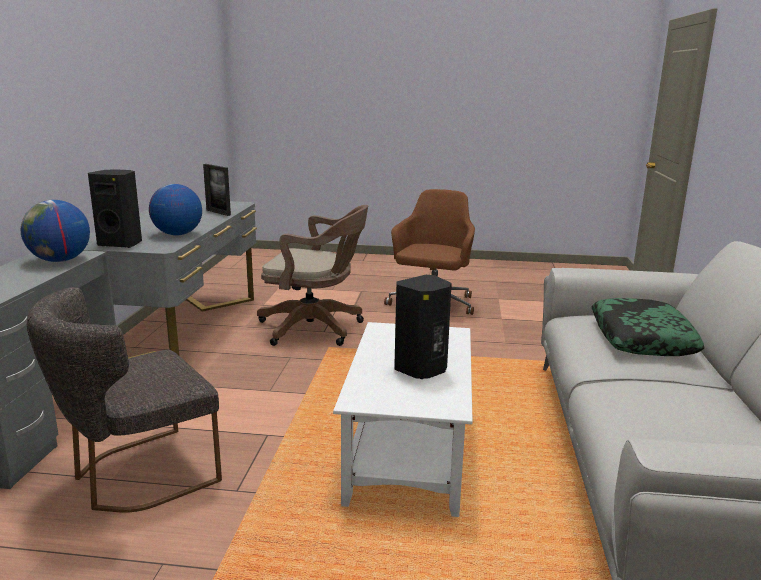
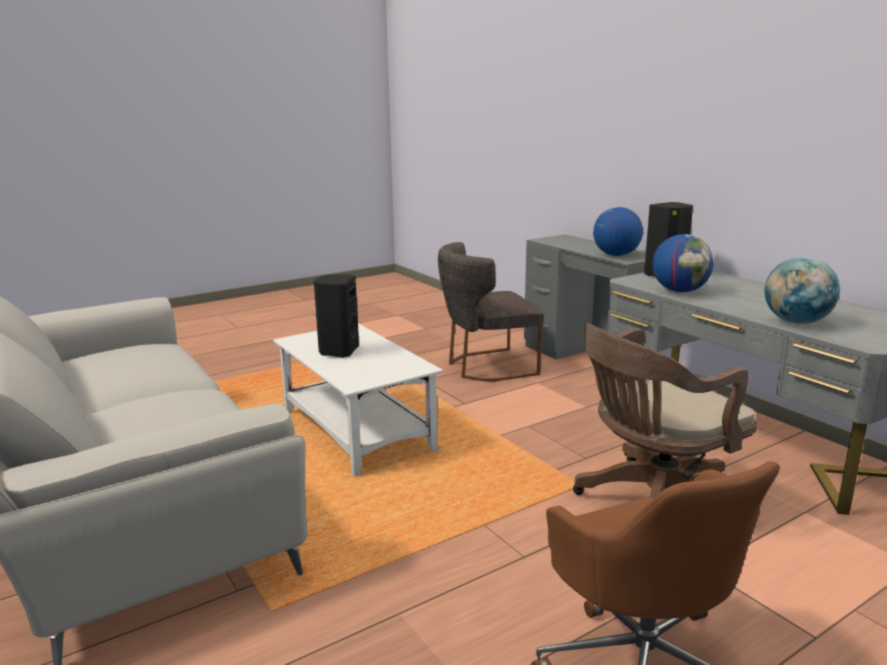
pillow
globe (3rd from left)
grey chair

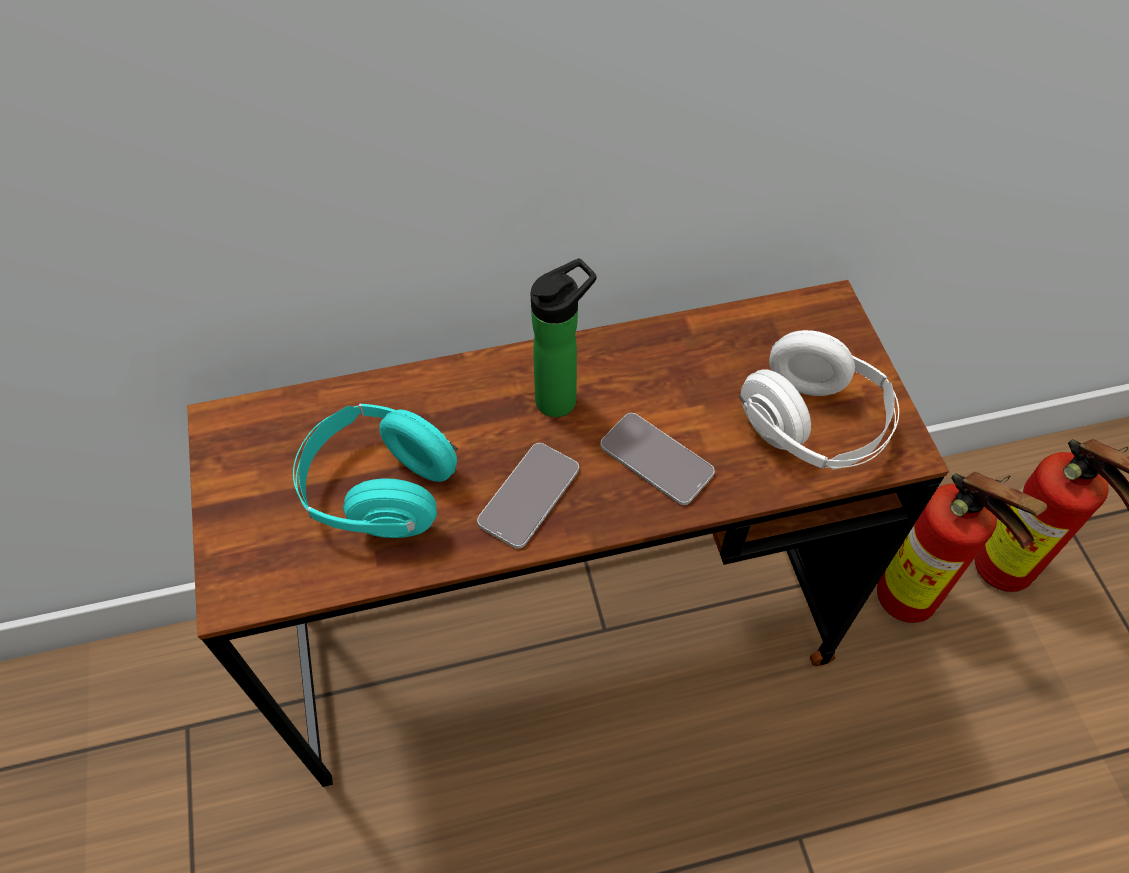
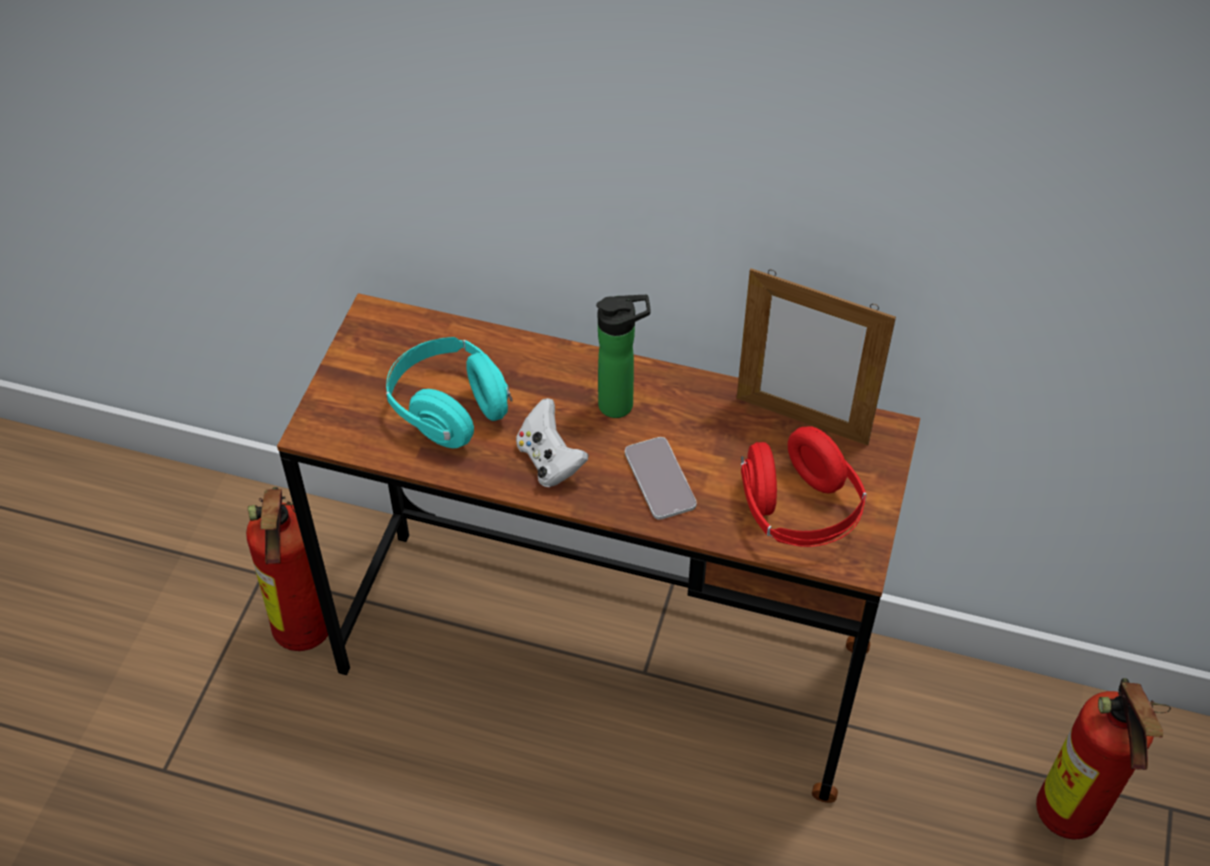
picture frame
fire extinguisher (1st from left)
white game controller
red headphones

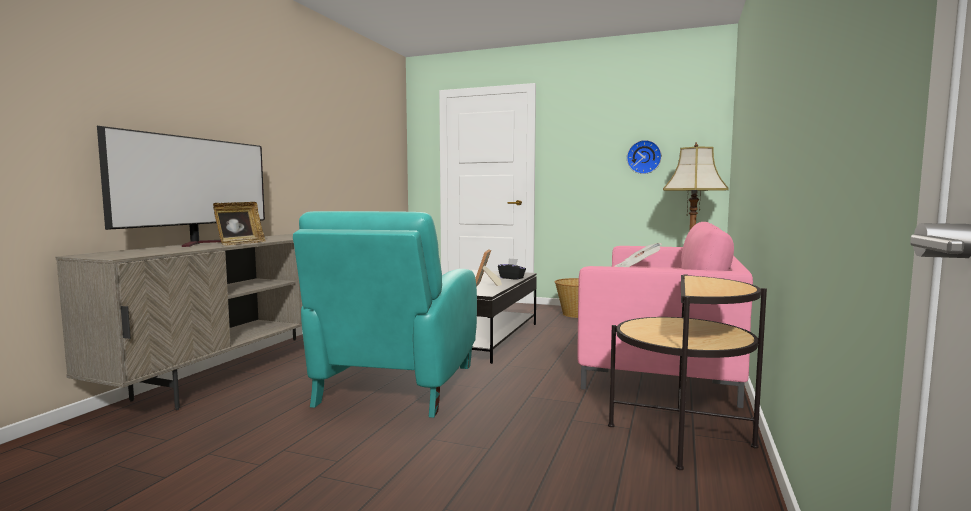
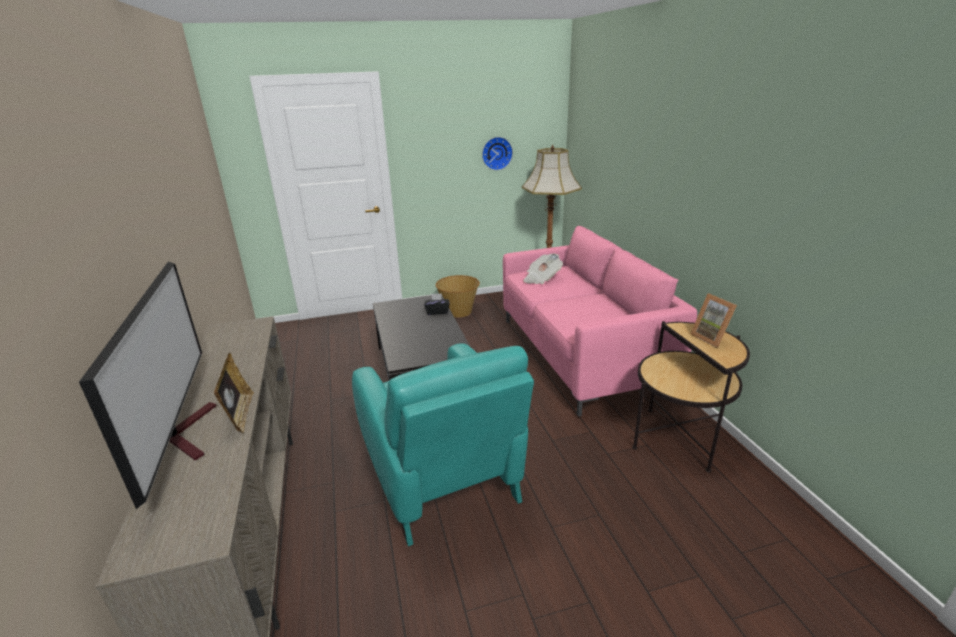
picture frame (2nd from left)

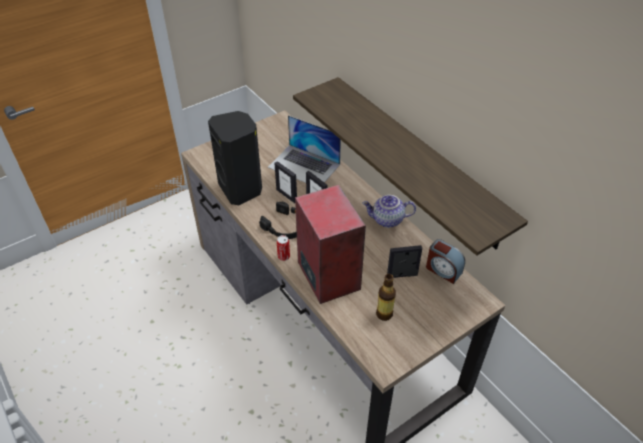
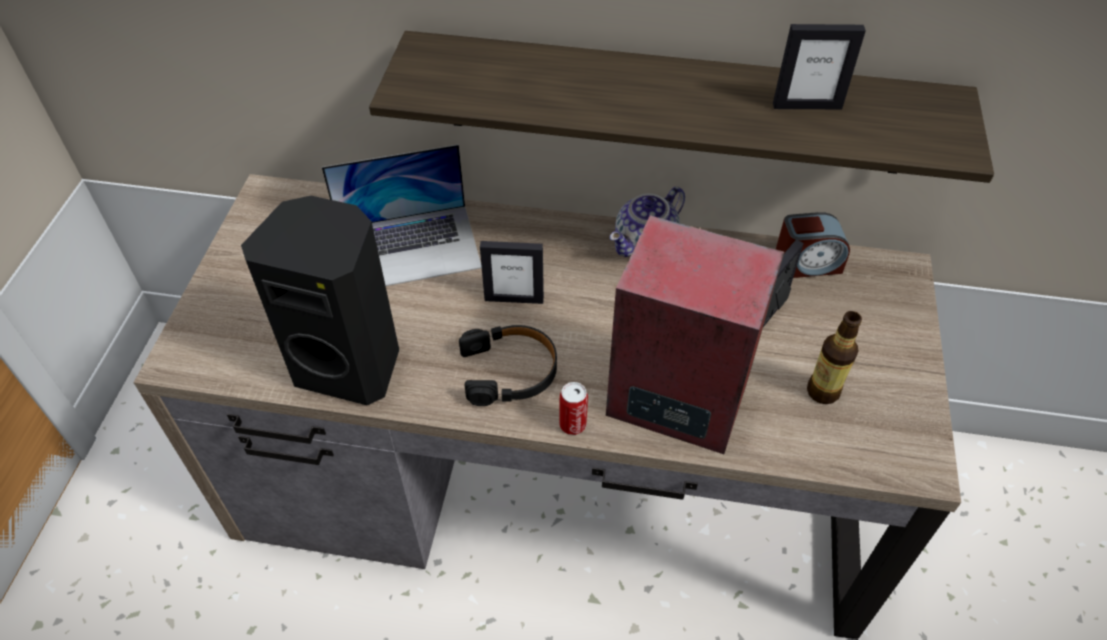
picture frame (3rd from left)

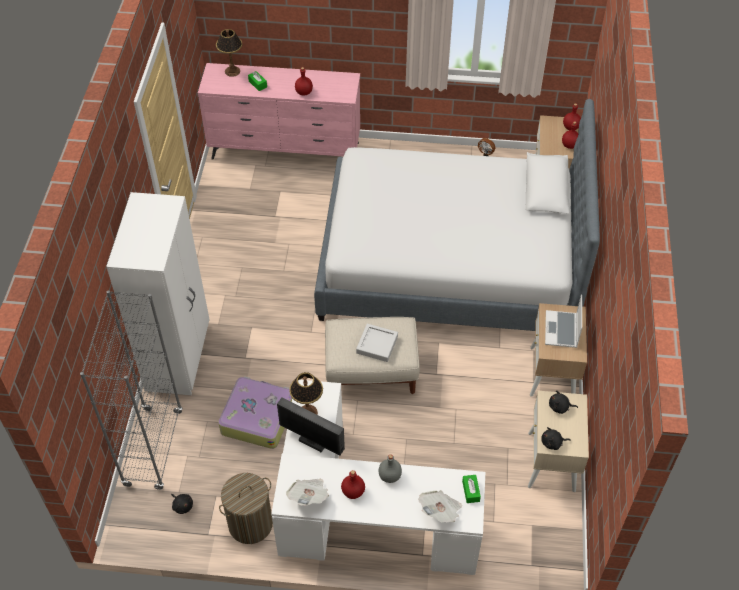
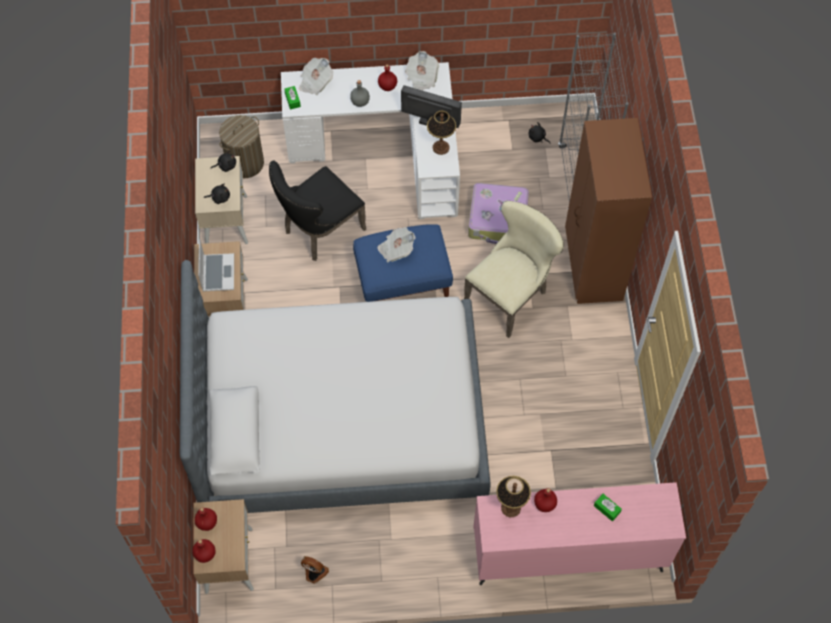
black chair
beige chair
table lamp (2nd from left)
laundry basket
newspaper (2nd from left)
brown wardrobe
blue ottoman

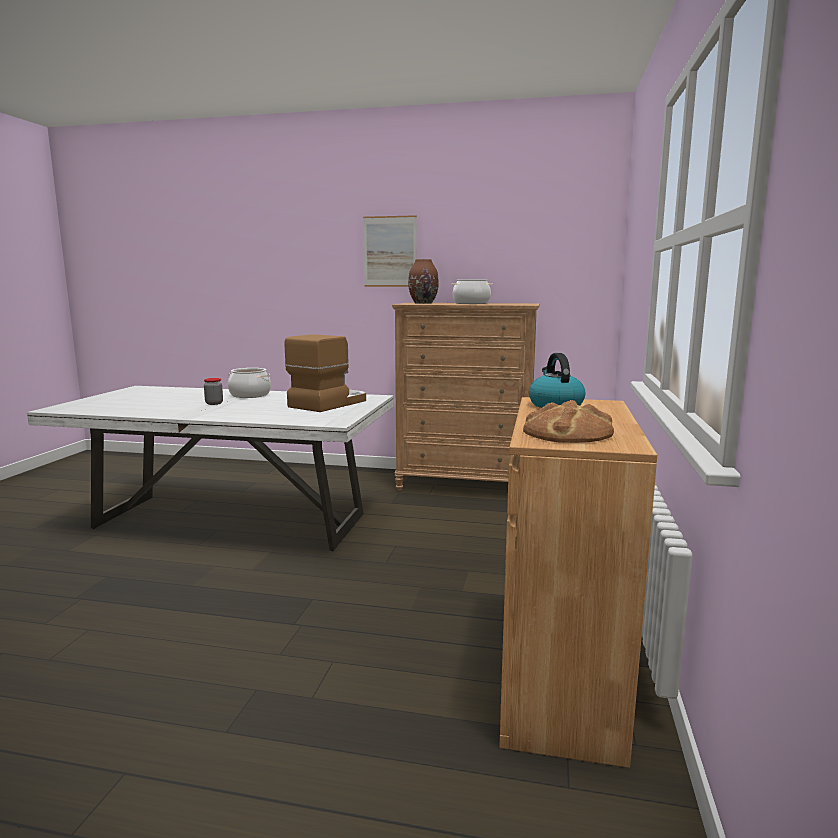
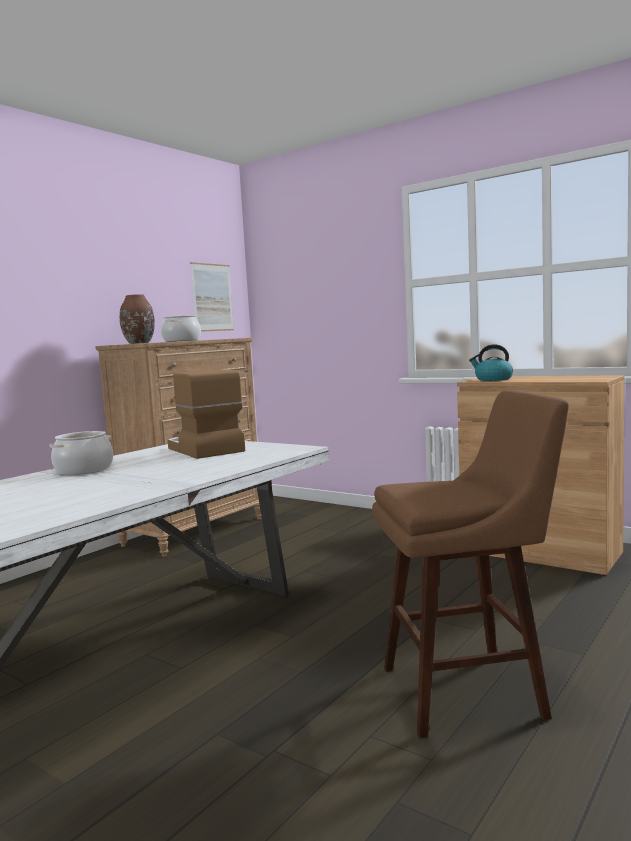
jar
bread
brown stool
picture

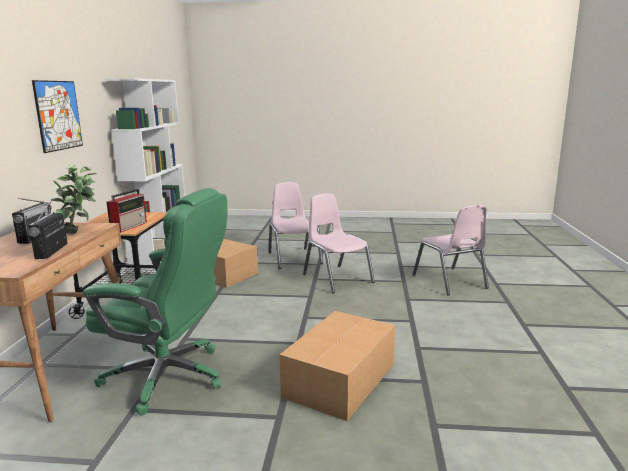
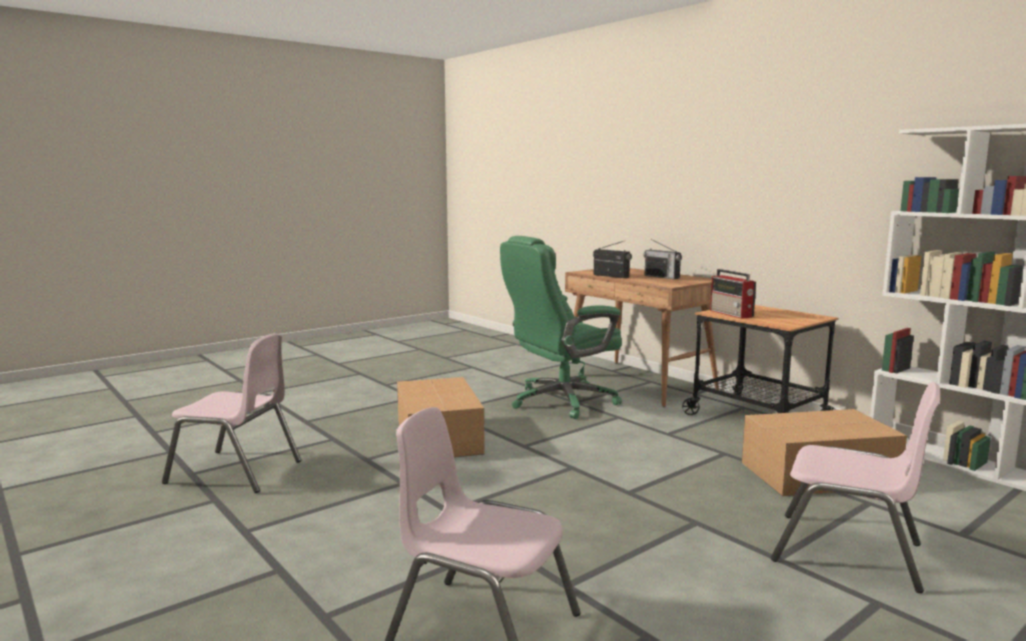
picture
potted plant
pink chair (1st from left)

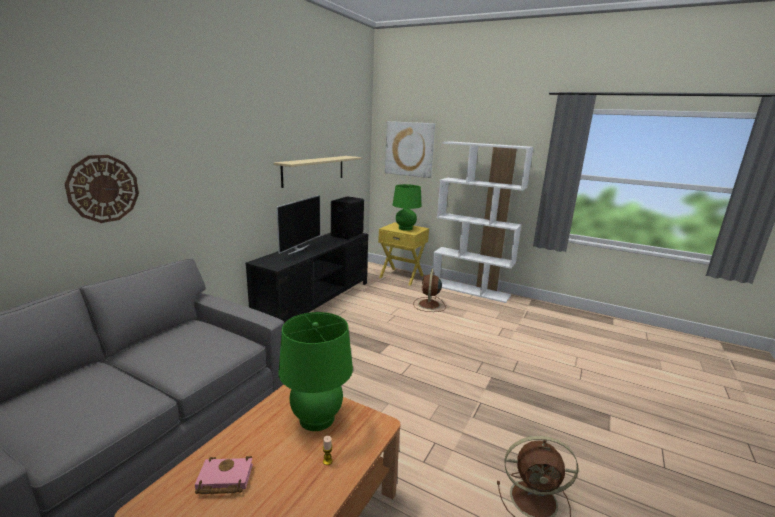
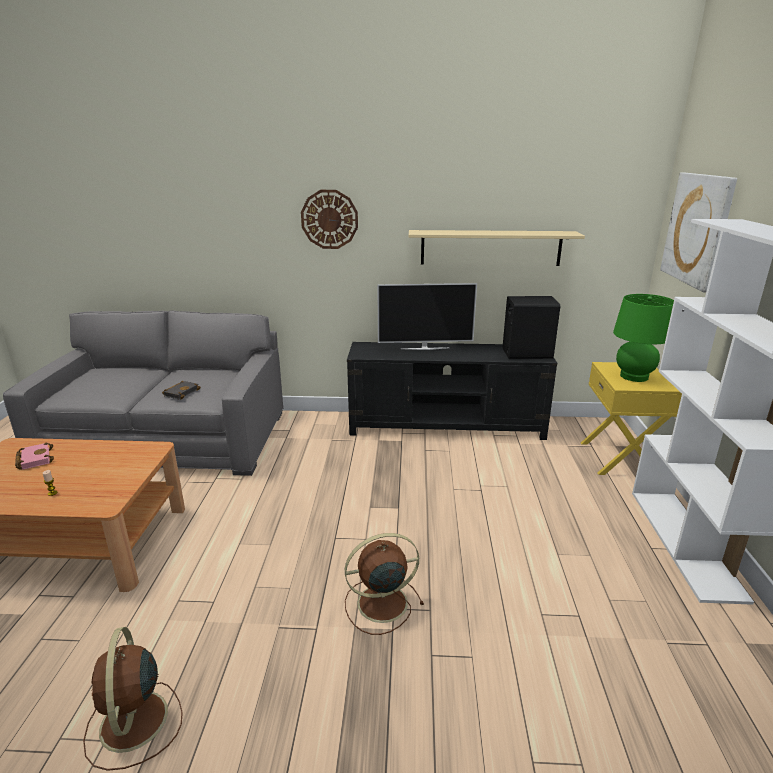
green table lamp (1st from left in the first image)
black book
wall clock
brown fan (2nd from left)

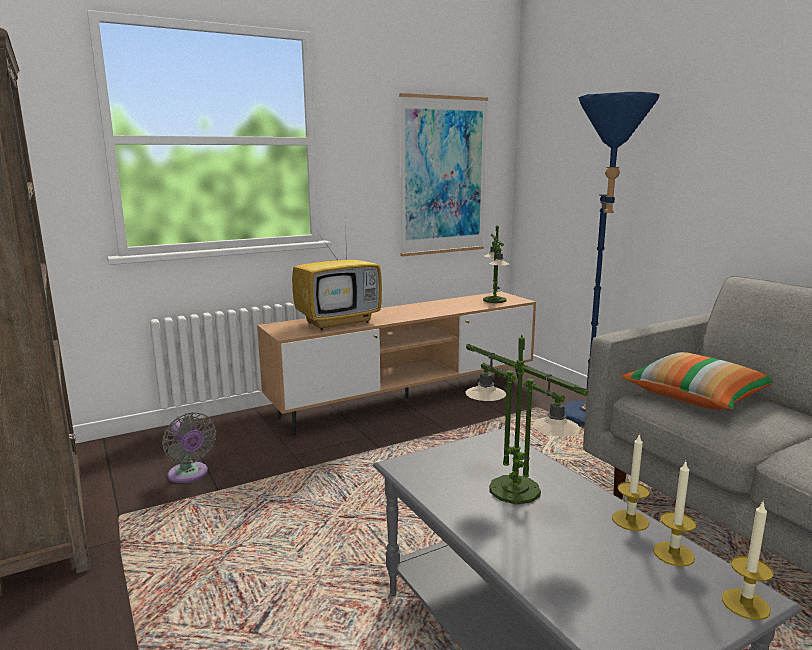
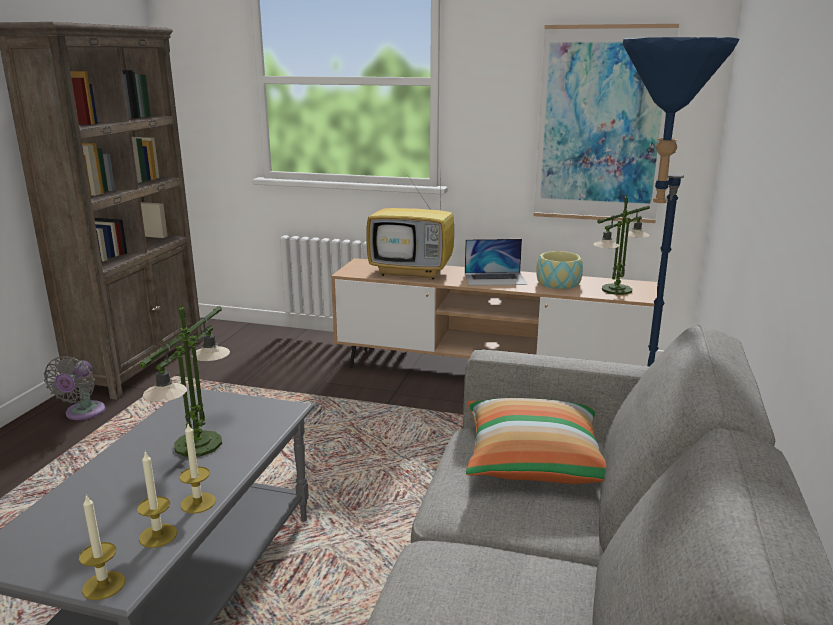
laptop
bowl
grey fan

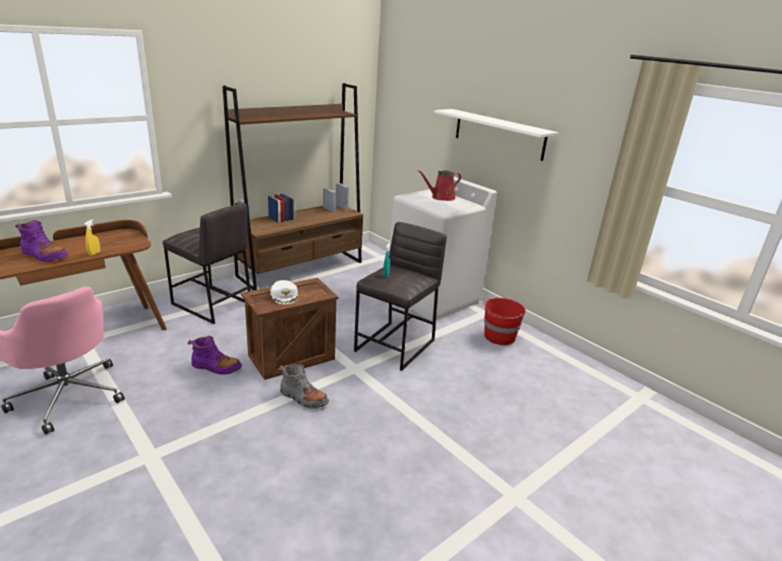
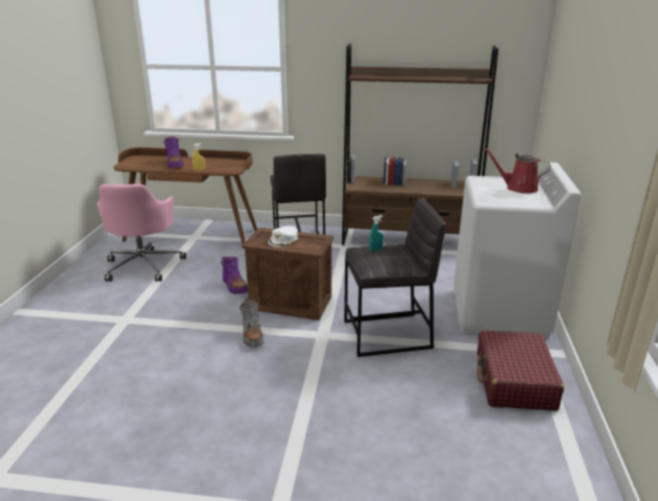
white shelf
red suitcase

